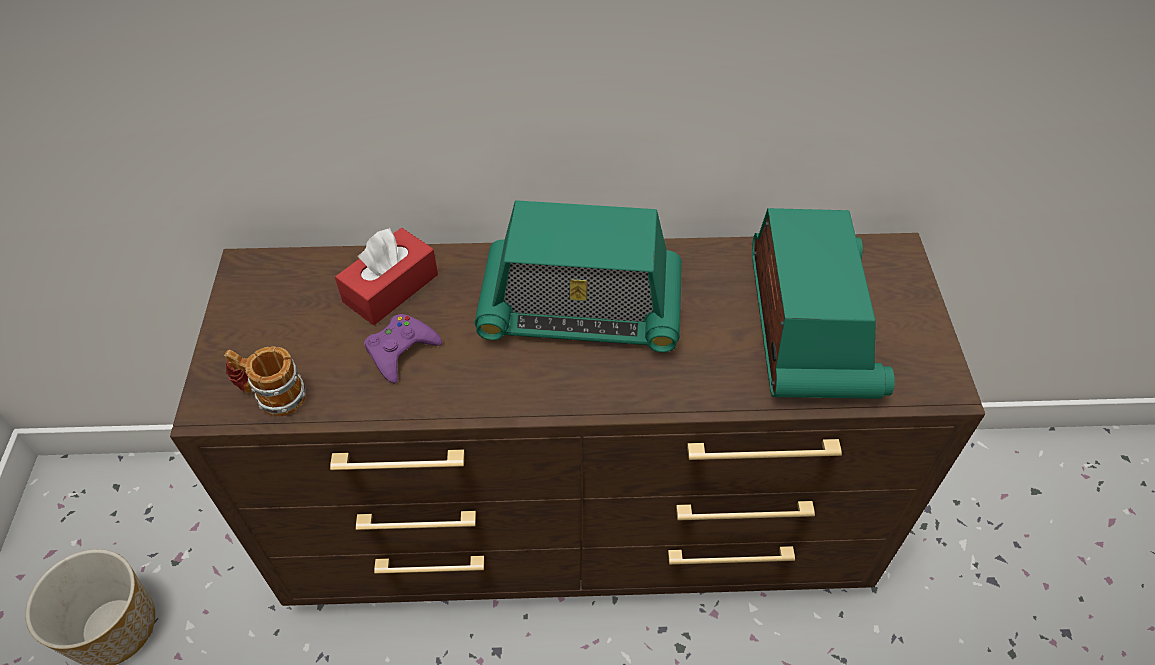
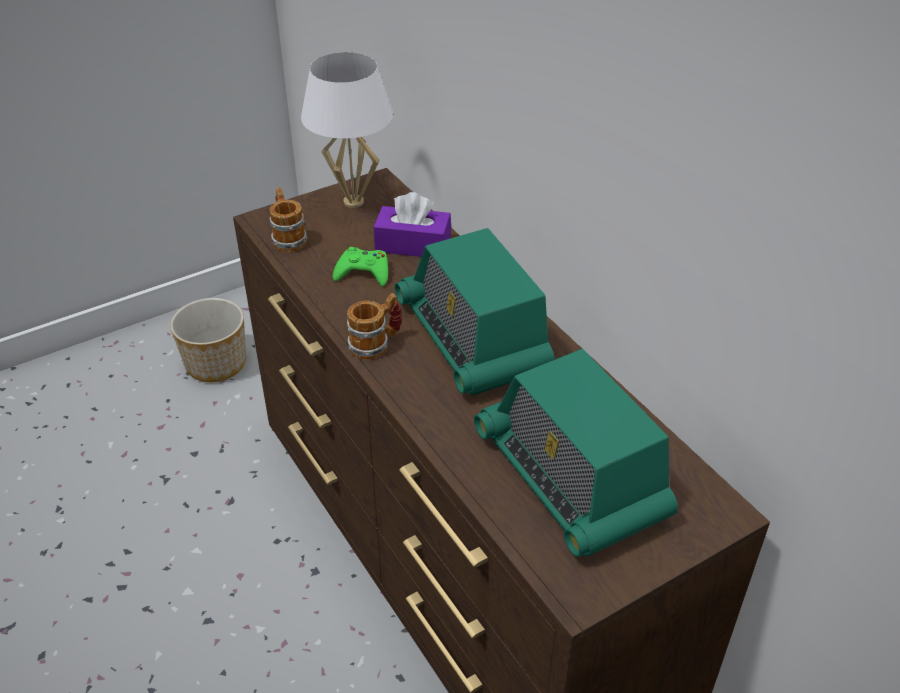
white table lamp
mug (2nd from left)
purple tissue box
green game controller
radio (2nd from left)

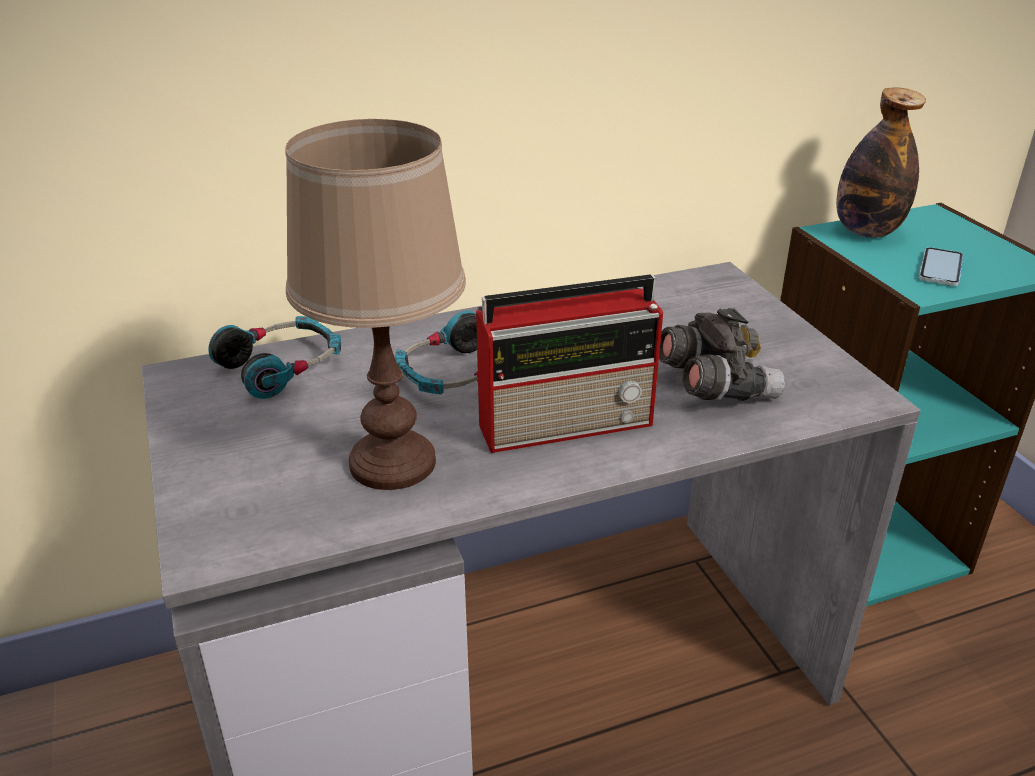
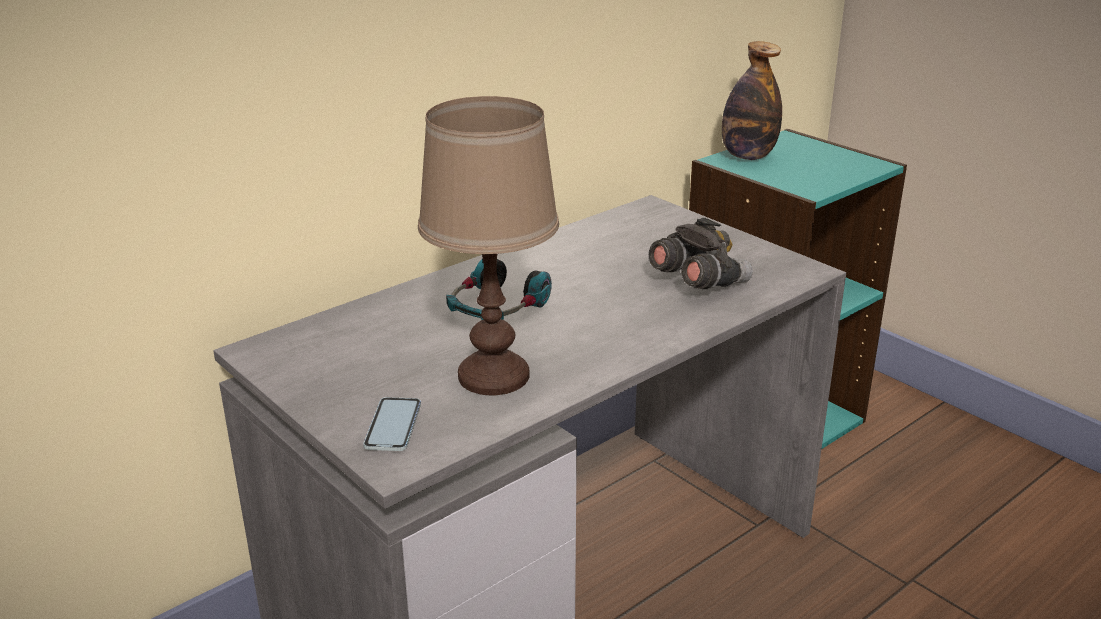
headphones (1st from left in the first image)
radio
phone

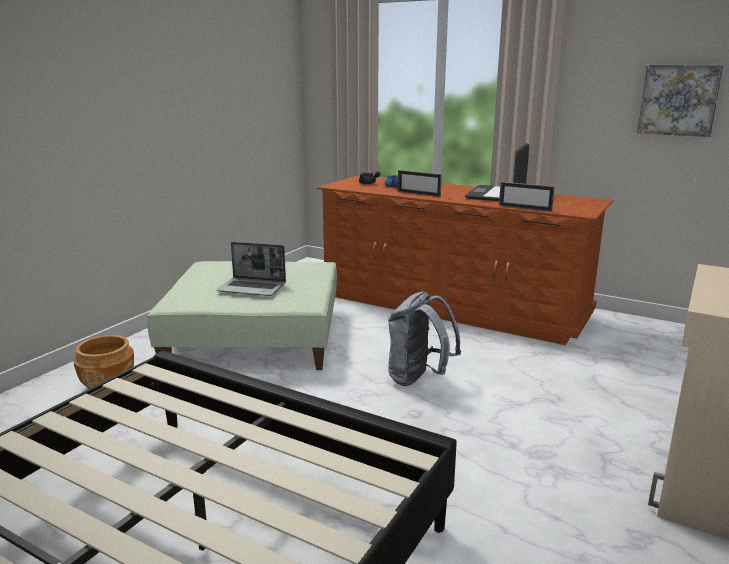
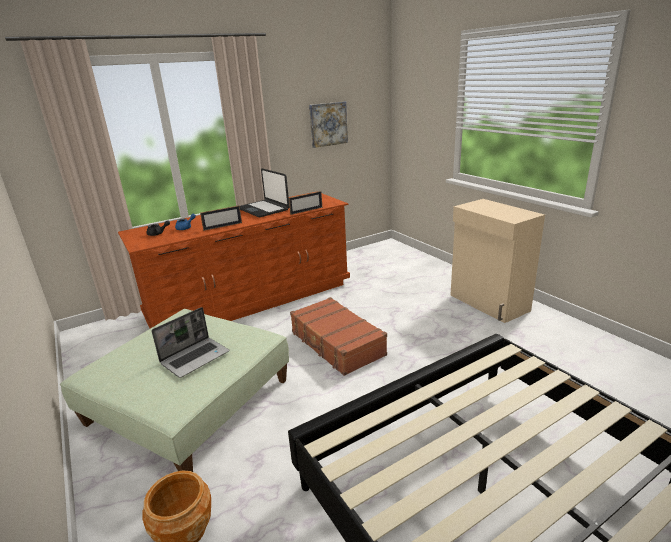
brown suitcase

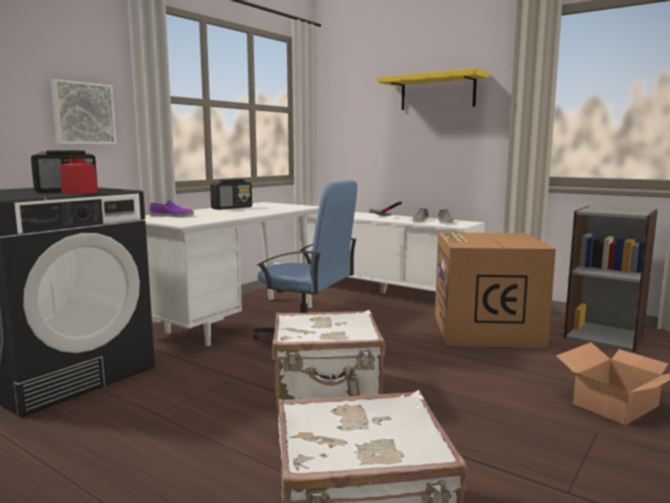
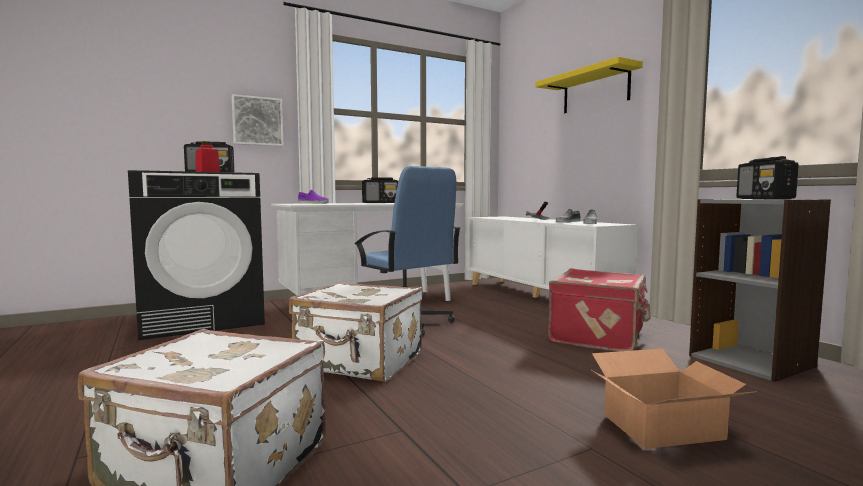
radio (3rd from left)
red suitcase

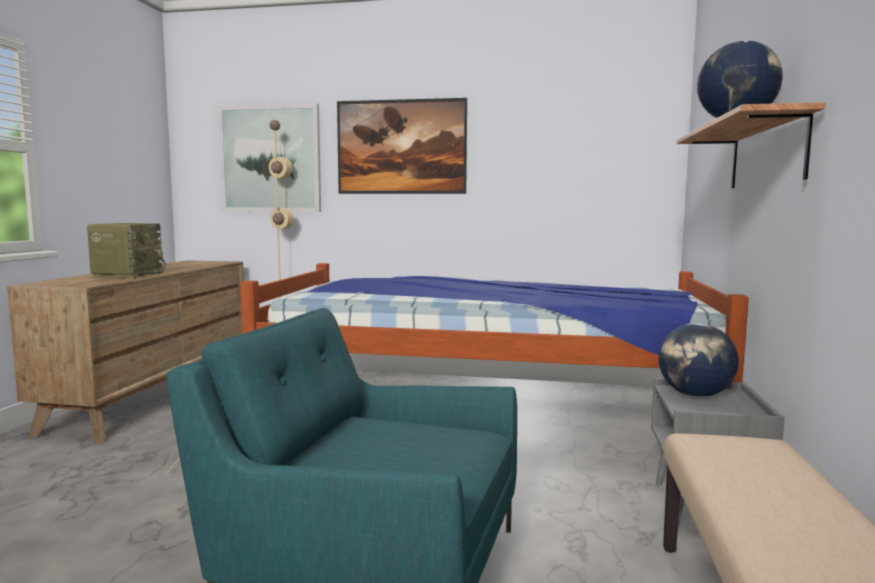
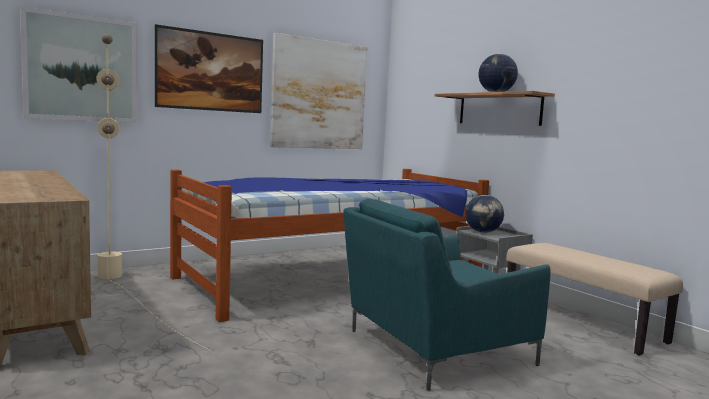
radio
picture (3rd from left)

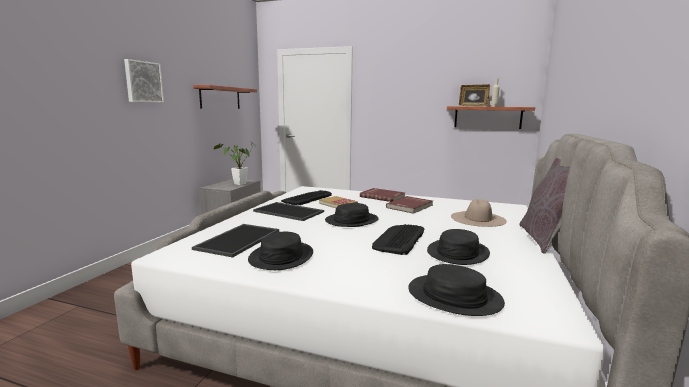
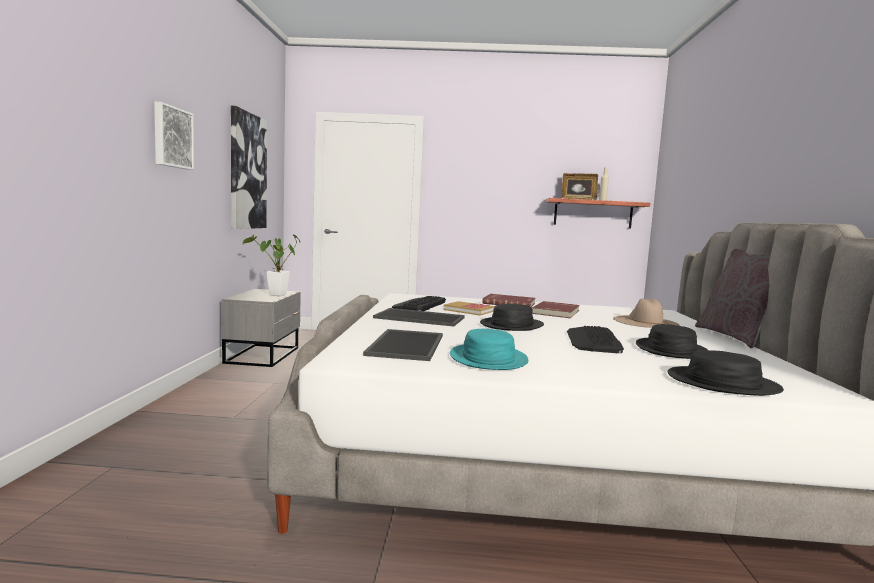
picture (2nd from left)
turquoise hat

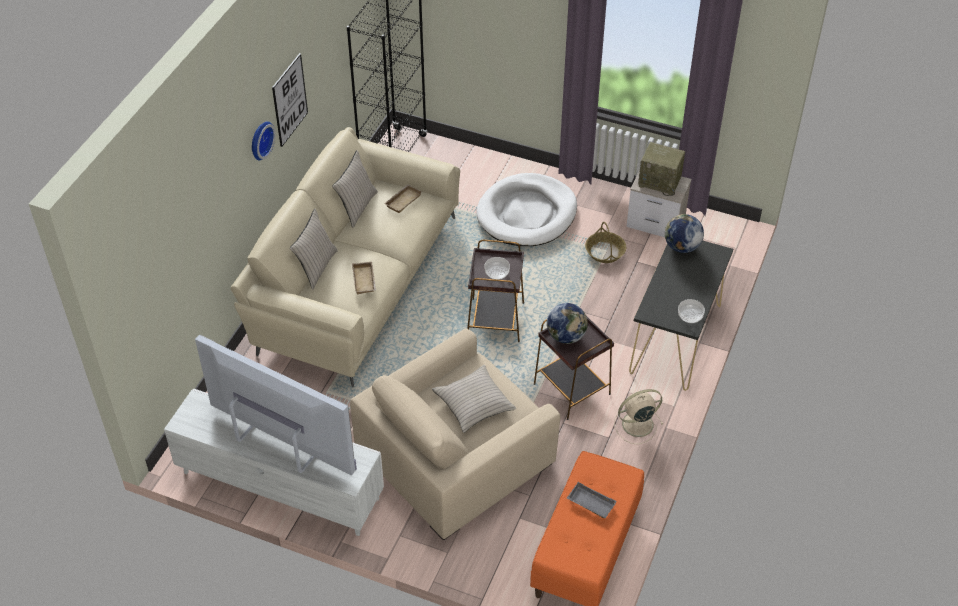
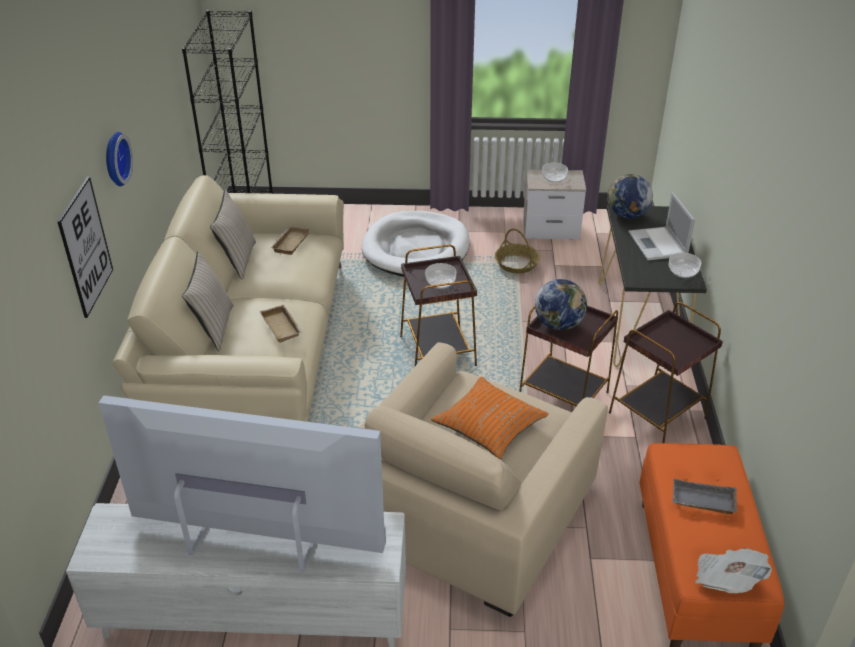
laptop
newspaper
picture
brown side table (3rd from left)
bowl (2nd from left)
orange pillow

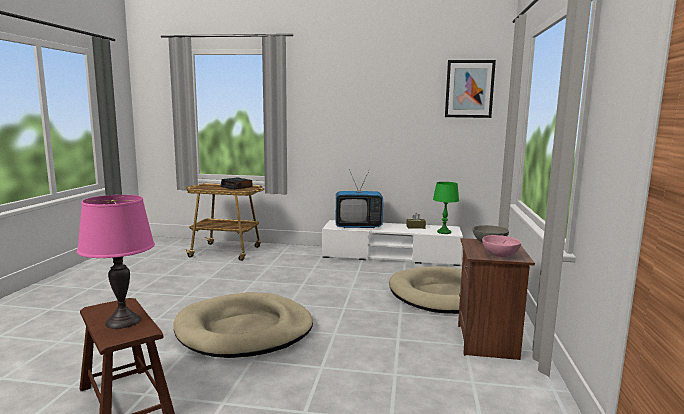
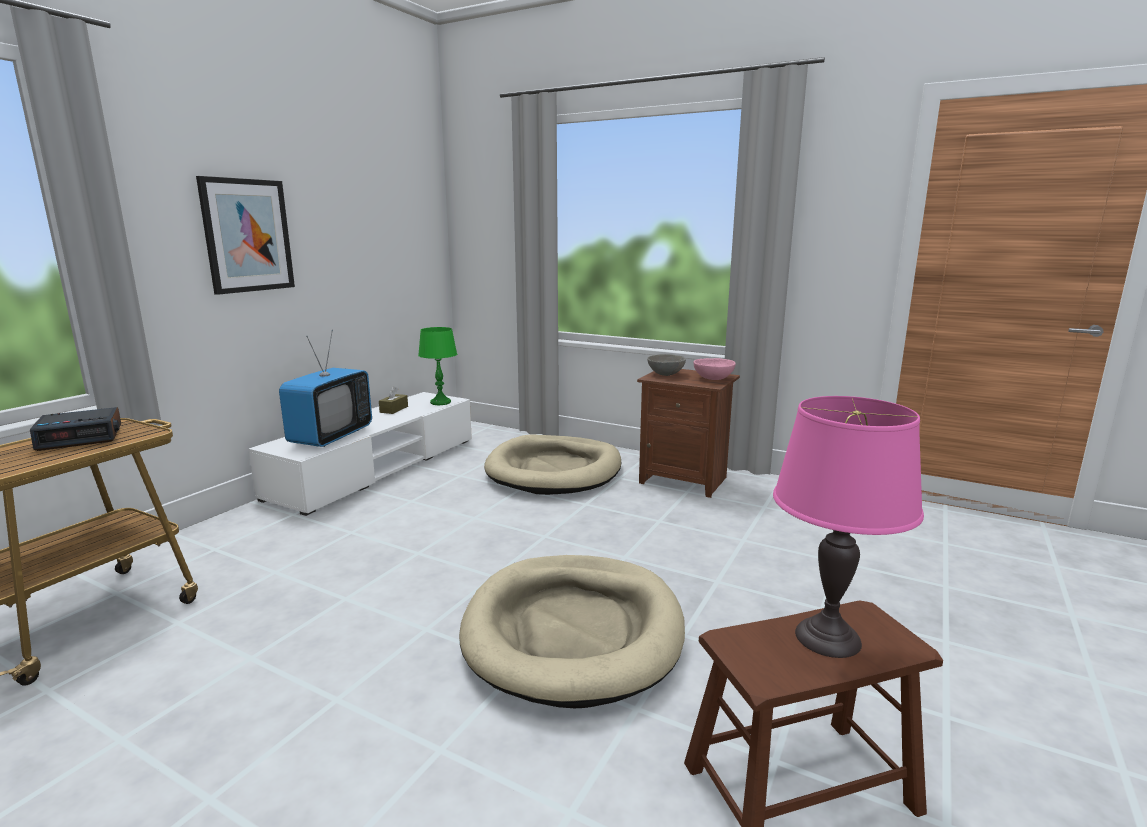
picture

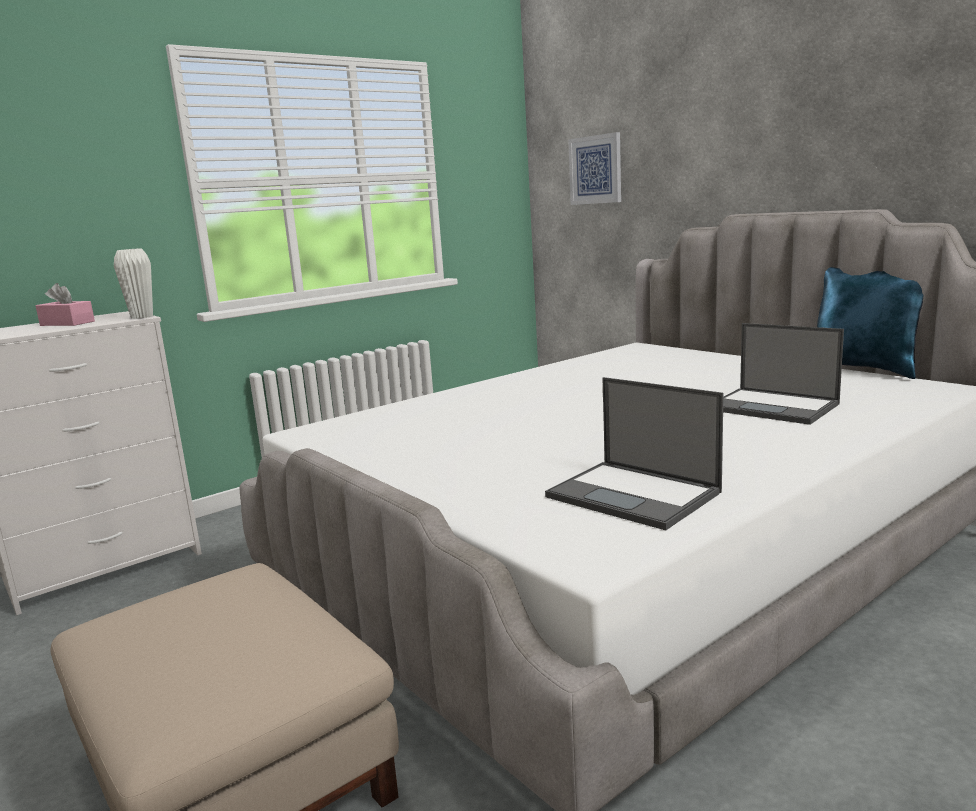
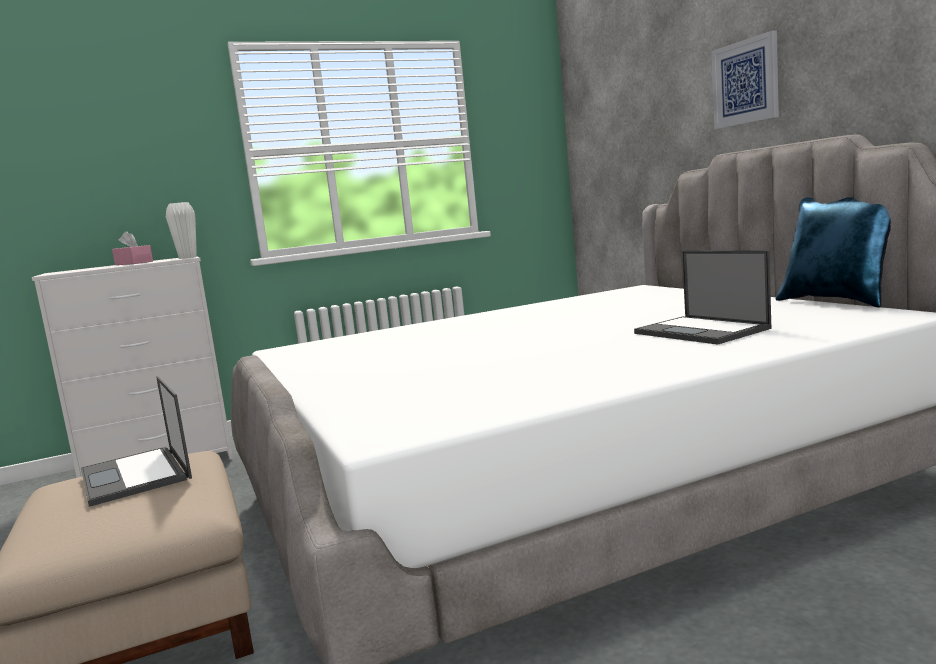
laptop (1st from left)
picture

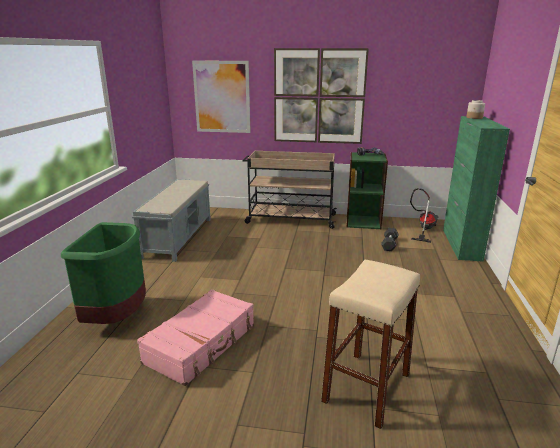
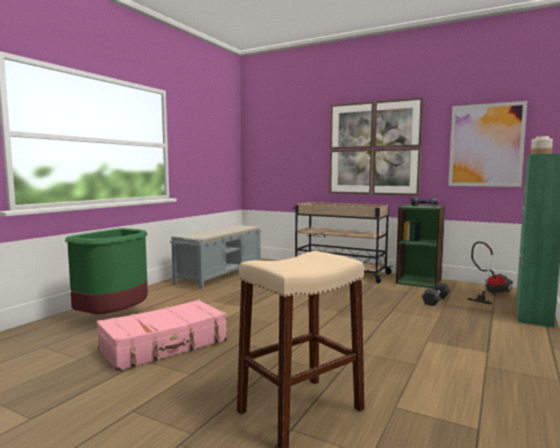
picture (2nd from left)

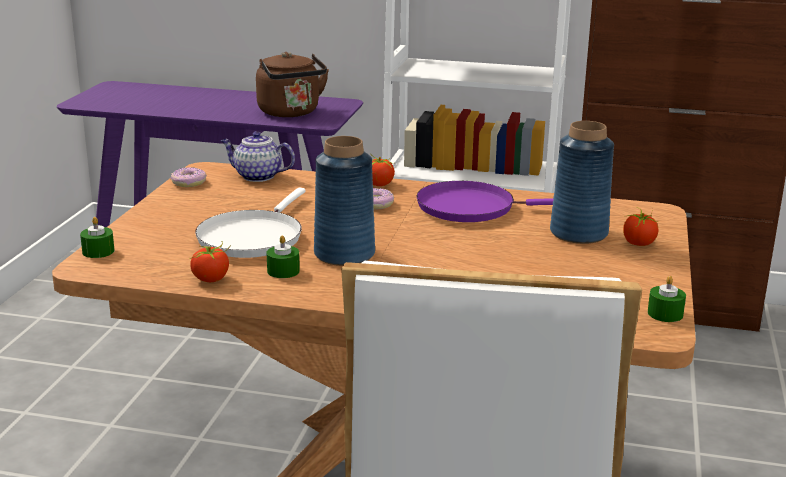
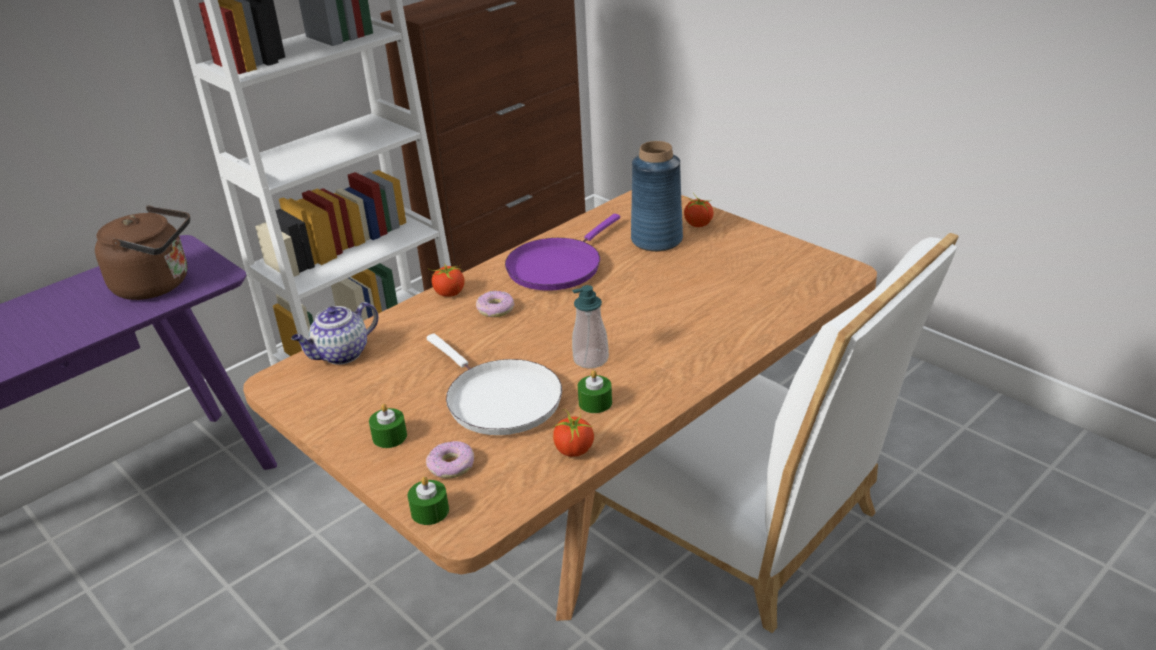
donut (1st from left)
green candle (1st from left)
soap dispenser

